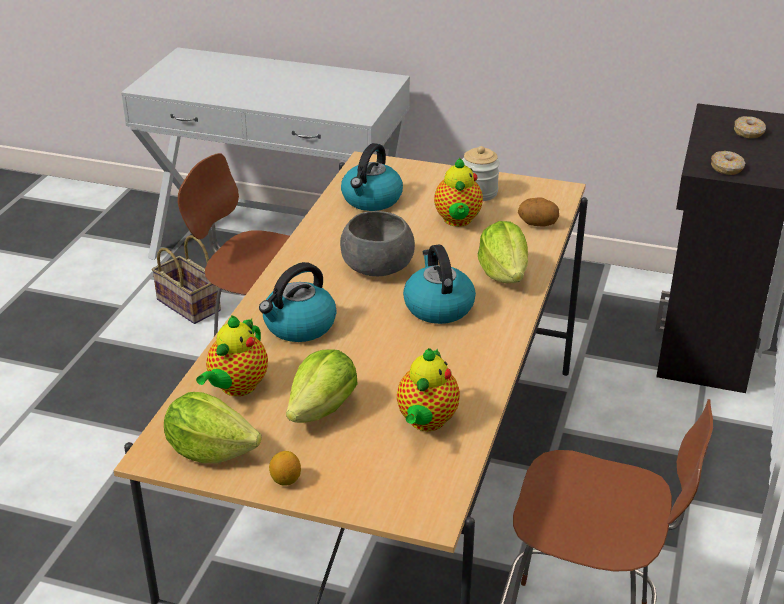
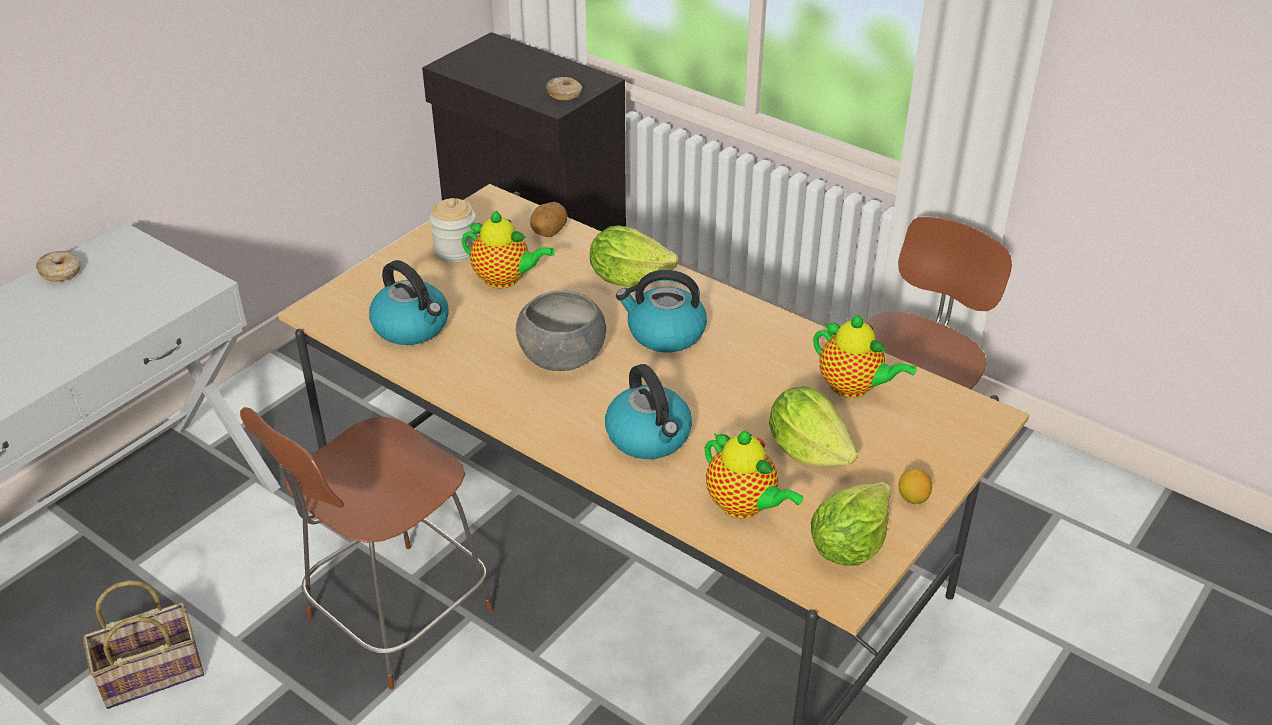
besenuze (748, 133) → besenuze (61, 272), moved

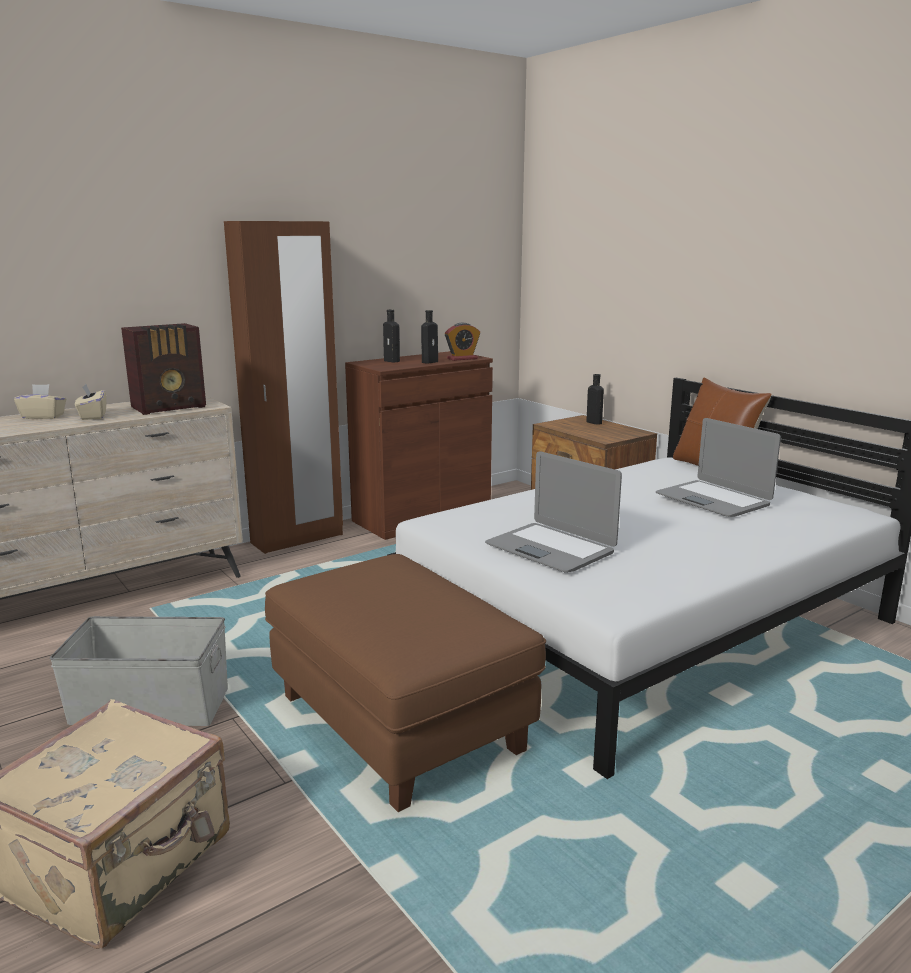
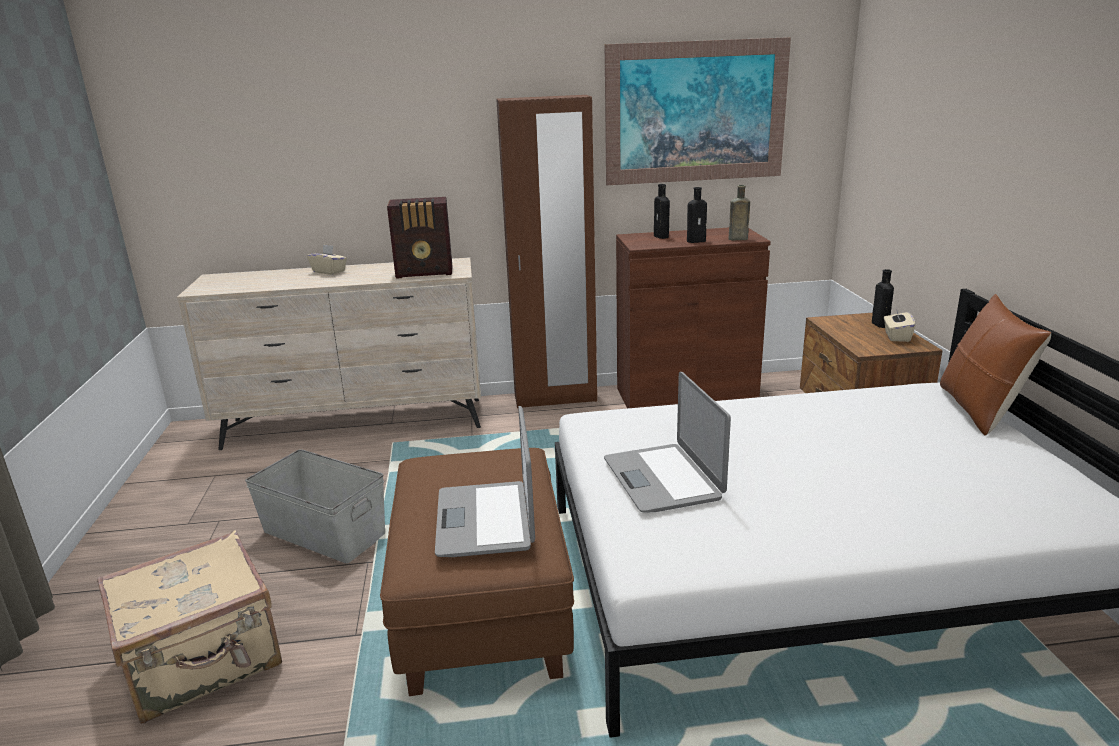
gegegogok (713, 500) → gegegogok (486, 520), moved
- → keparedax (695, 112)
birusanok (462, 358) → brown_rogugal (736, 239)
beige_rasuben (93, 416) → beige_rasuben (896, 336), moved

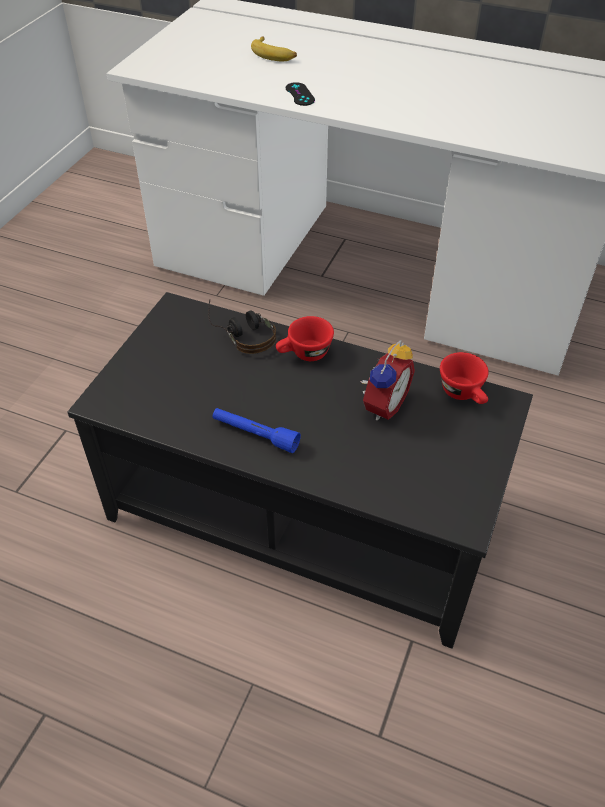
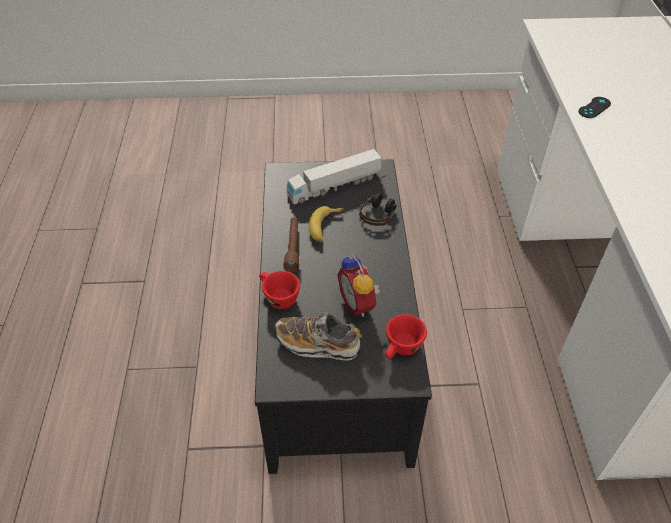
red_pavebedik (304, 354) → red_pavebedik (278, 297), moved
- → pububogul (317, 344)
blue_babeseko (255, 434) → brown_babeseko (293, 248)
- → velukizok (334, 186)
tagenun (274, 55) → tagenun (324, 228), moved
birusanok (382, 405) → birusanok (359, 303), 60 degrees clockwise

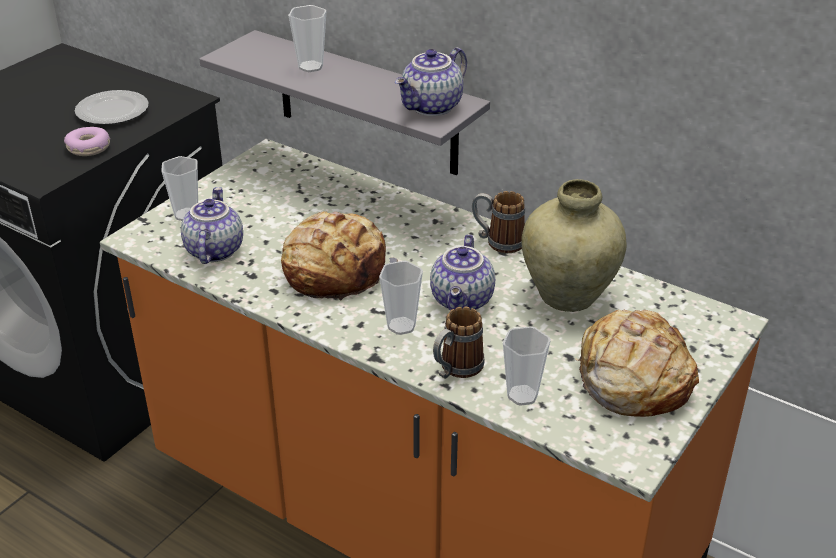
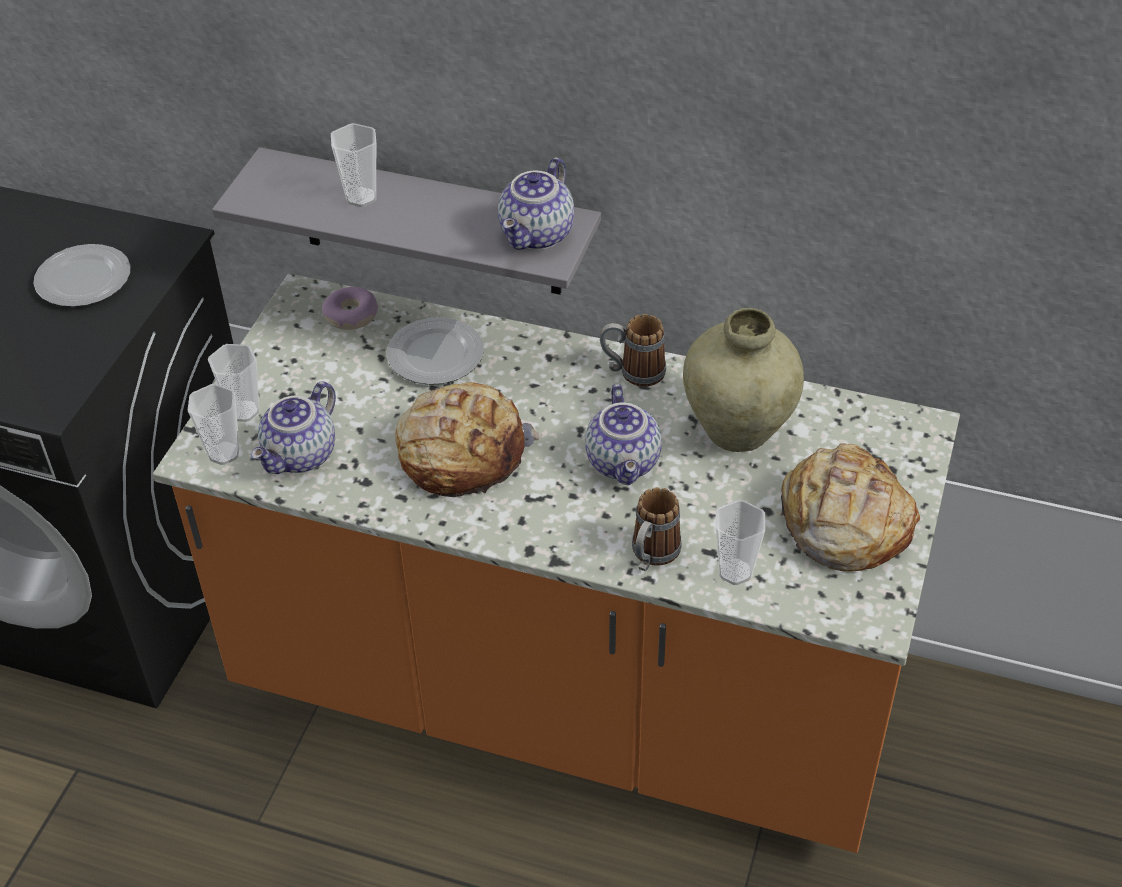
pavebedik (401, 326) → pavebedik (224, 453), moved
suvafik (213, 250) → suvafik (301, 456), 135 degrees counterclockwise
besenuze (89, 148) → besenuze (351, 315), moved
- → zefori (435, 356)

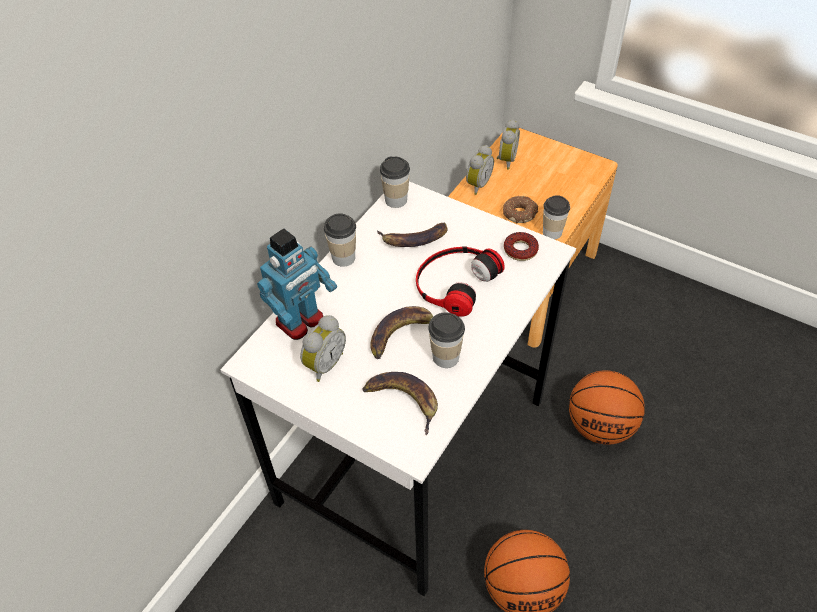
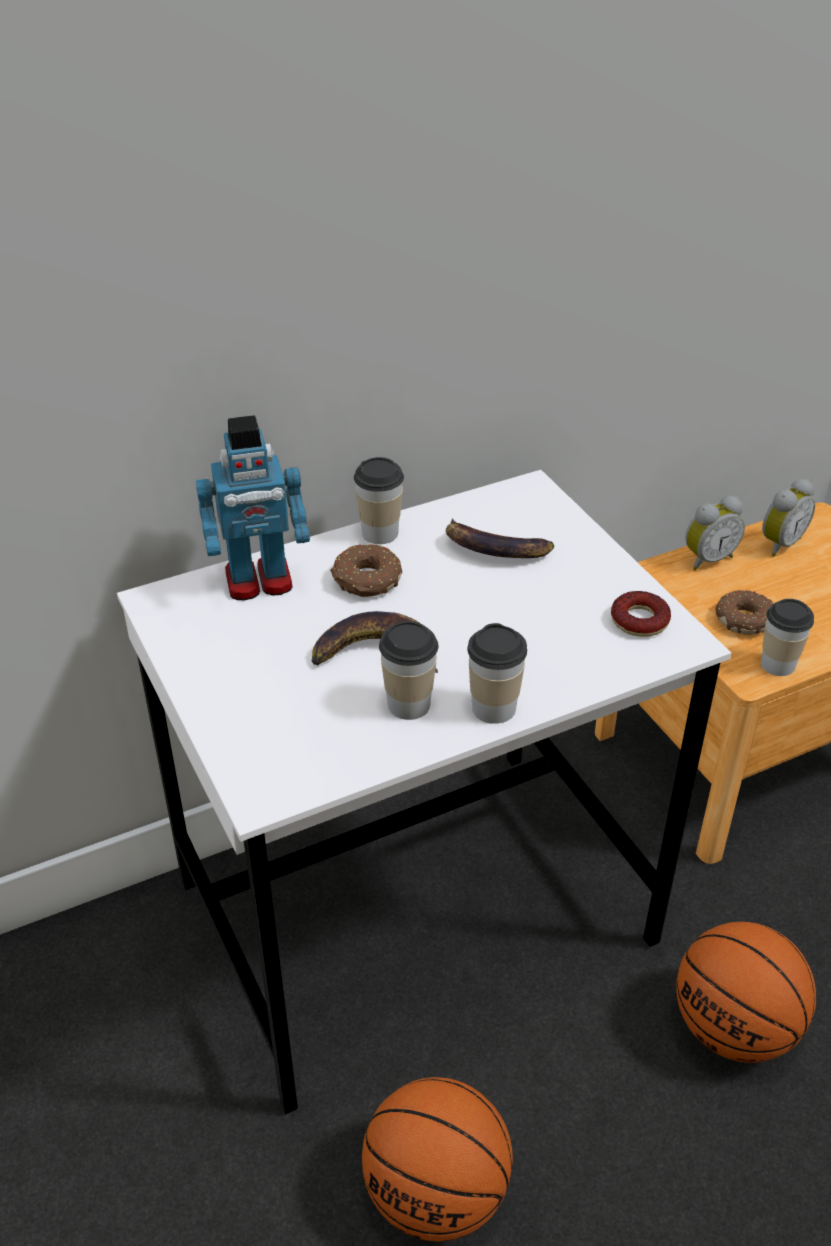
- → besenuze (366, 581)
pavebedik (396, 200) → pavebedik (493, 708), moved
birusanok (324, 364) → -
tagenun (404, 400) → -
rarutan (454, 282) → -

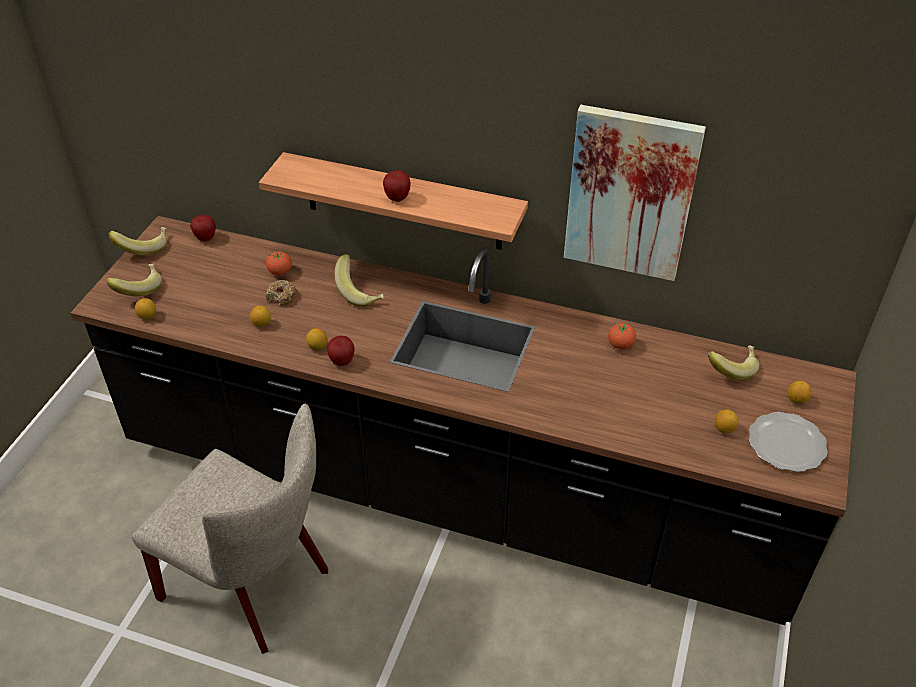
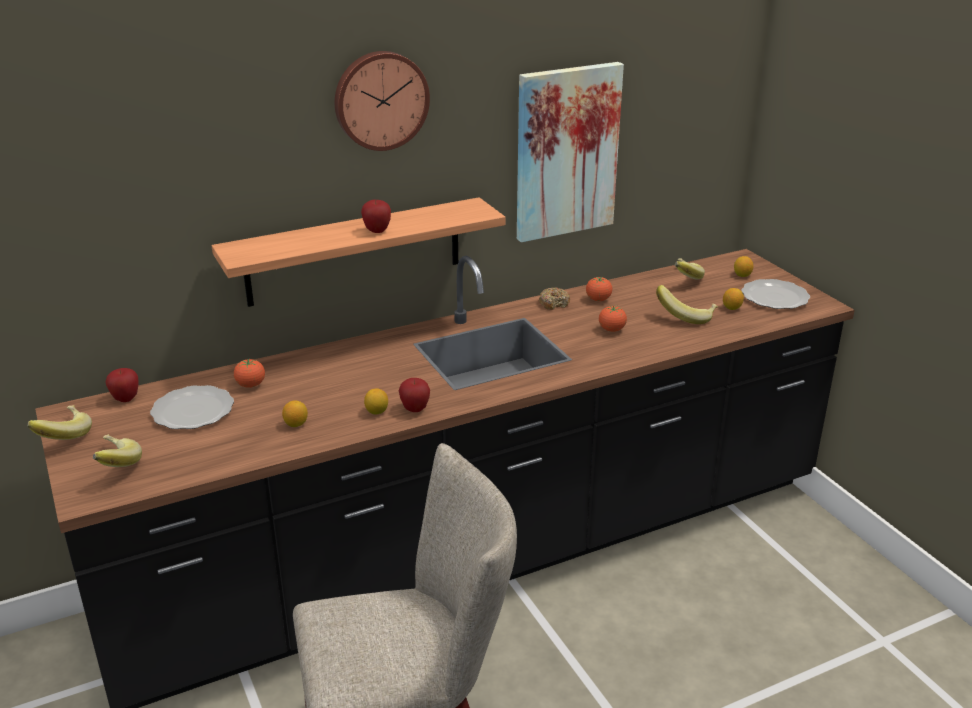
- → zefori (191, 411)
- → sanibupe (380, 100)
besenuze (281, 296) → besenuze (554, 303), moved
- → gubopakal (611, 330)
tagenun (360, 292) → tagenun (686, 316), moved
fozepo (147, 316) → -

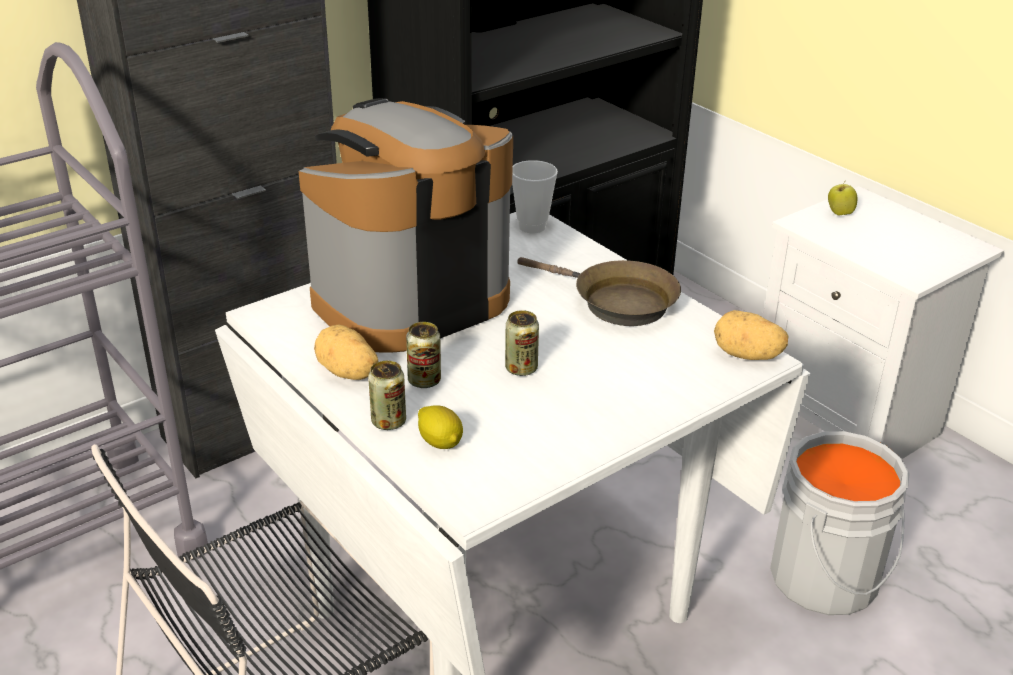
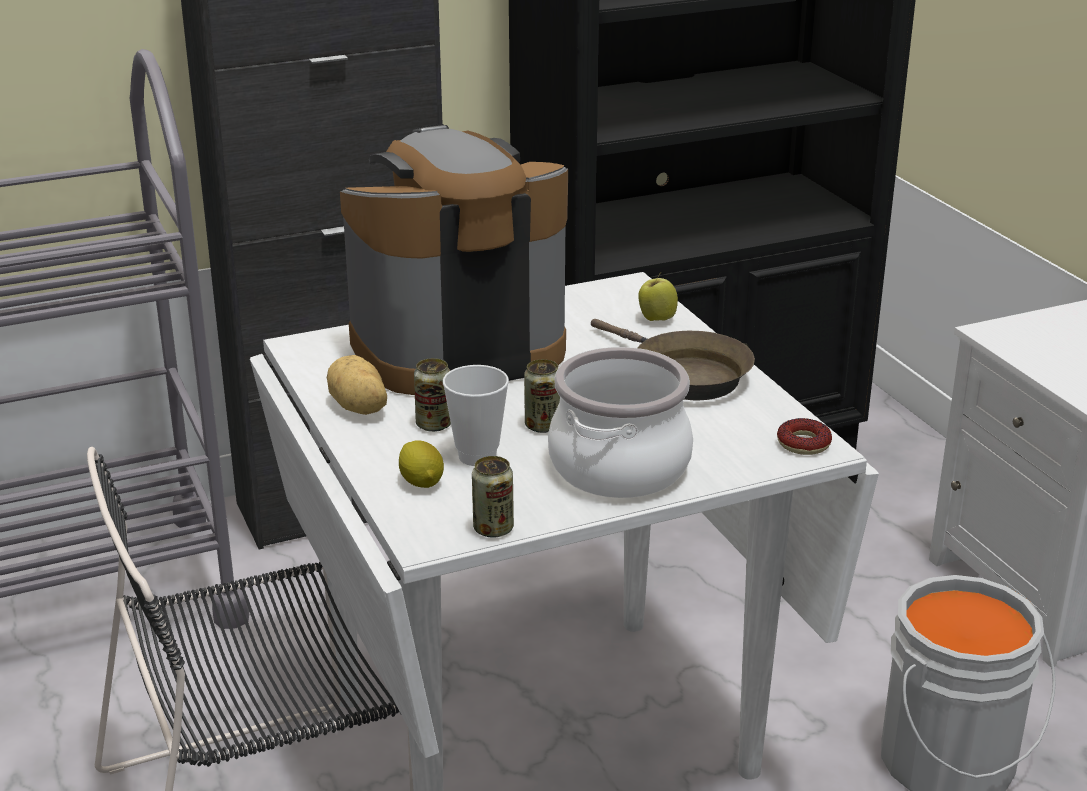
pavebedik (532, 227) → pavebedik (477, 456), moved
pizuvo (388, 422) → pizuvo (493, 529), moved
- → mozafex (621, 467)
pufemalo (839, 213) → pufemalo (656, 319), moved
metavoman (747, 356) → besenuze (803, 443)

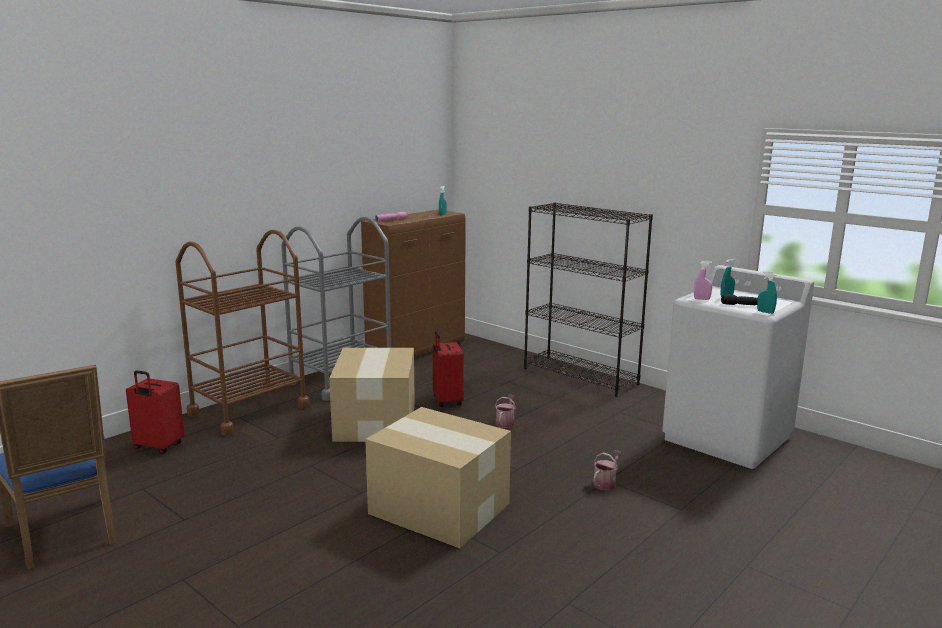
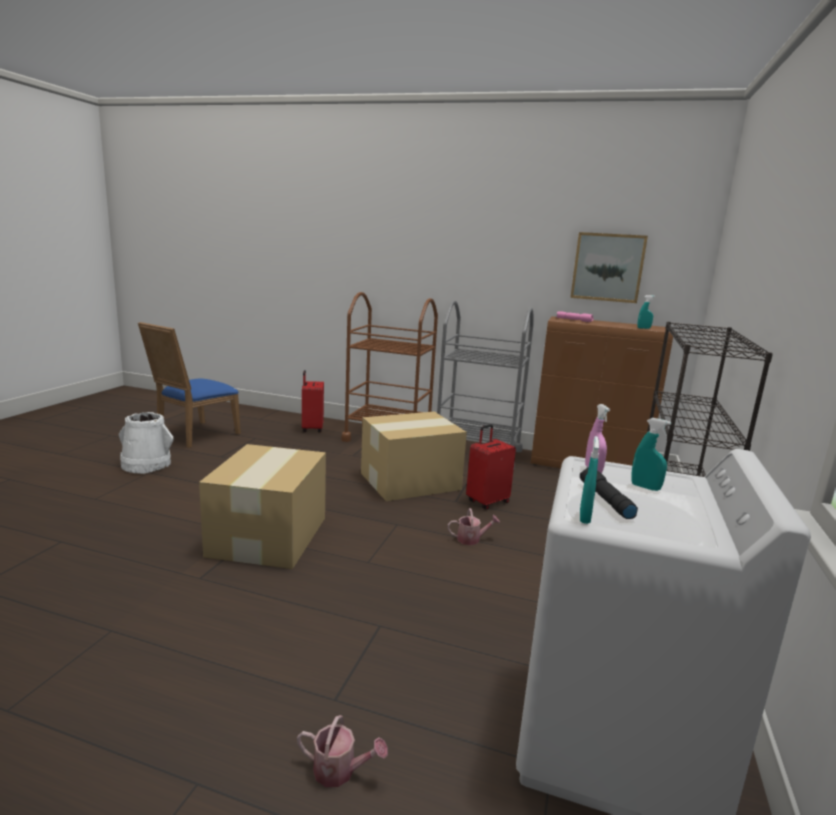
- → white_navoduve (146, 465)
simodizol (606, 482) → simodizol (340, 771), moved
- → keparedax (607, 267)

